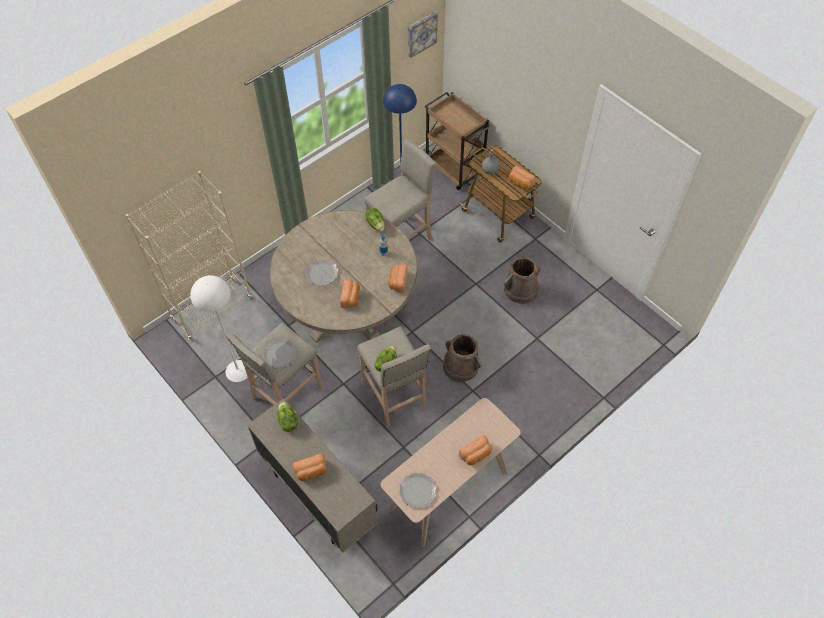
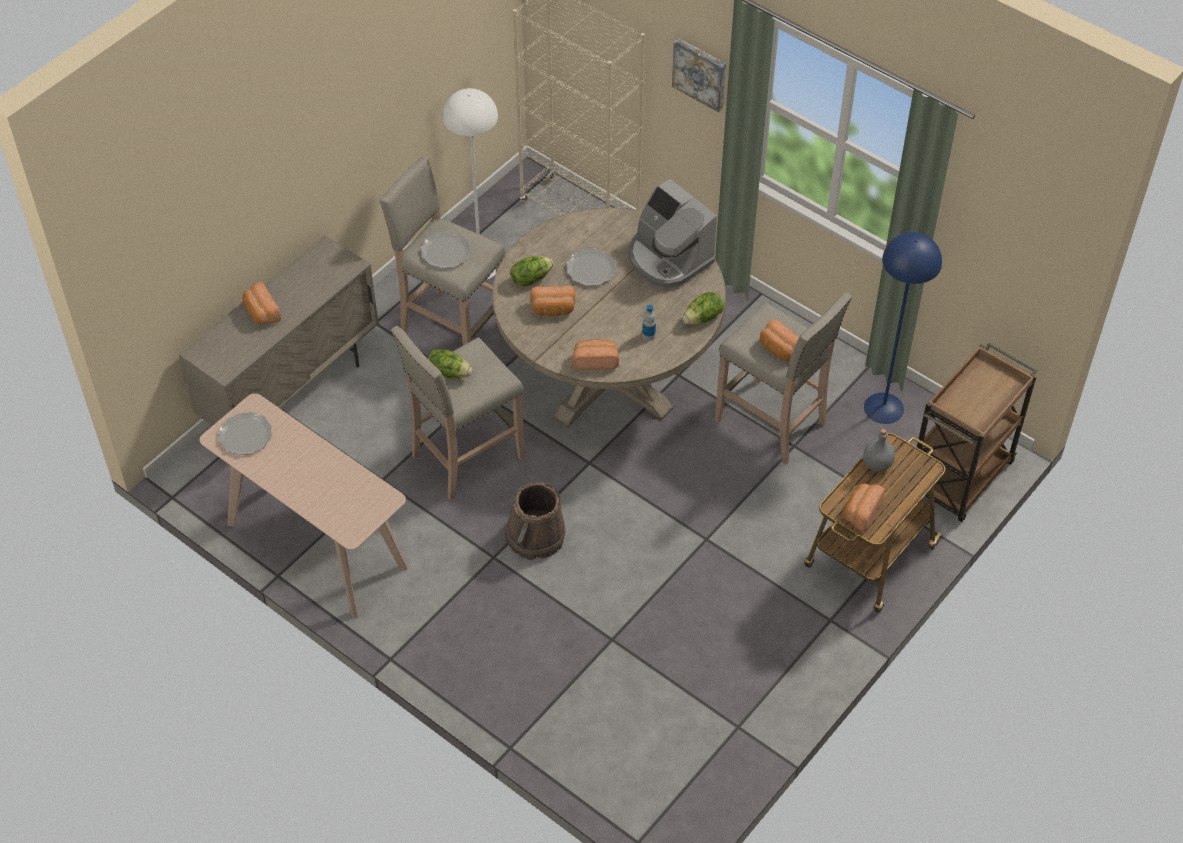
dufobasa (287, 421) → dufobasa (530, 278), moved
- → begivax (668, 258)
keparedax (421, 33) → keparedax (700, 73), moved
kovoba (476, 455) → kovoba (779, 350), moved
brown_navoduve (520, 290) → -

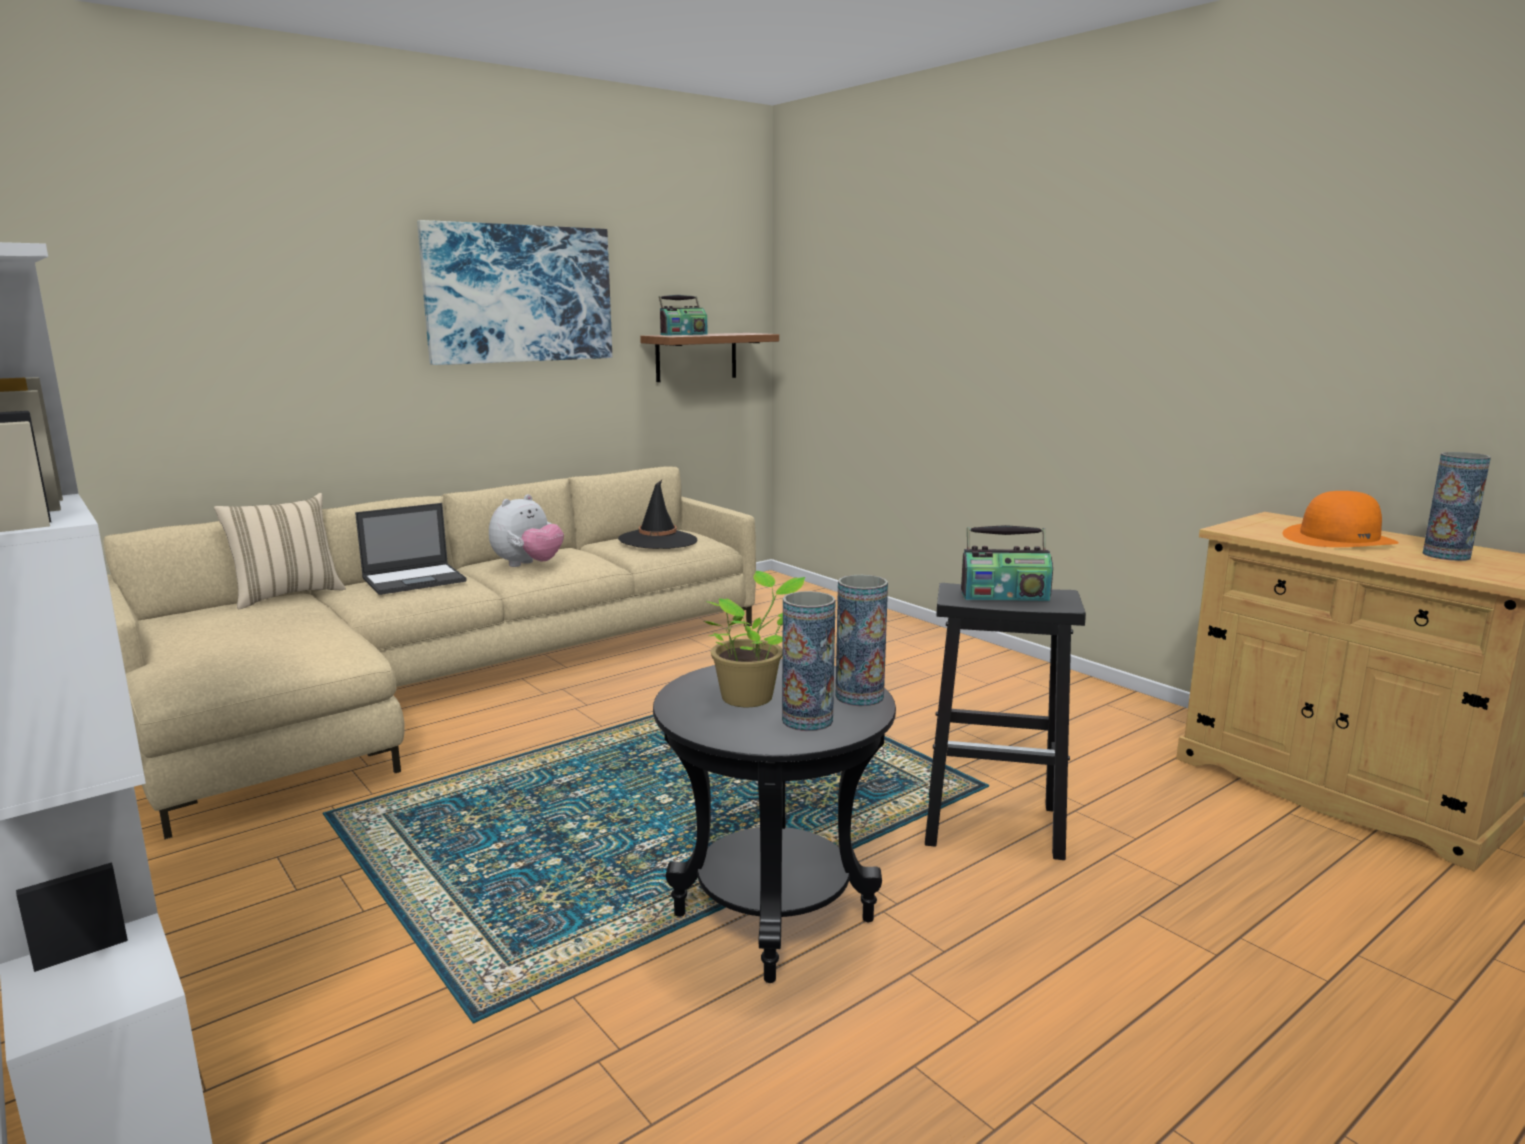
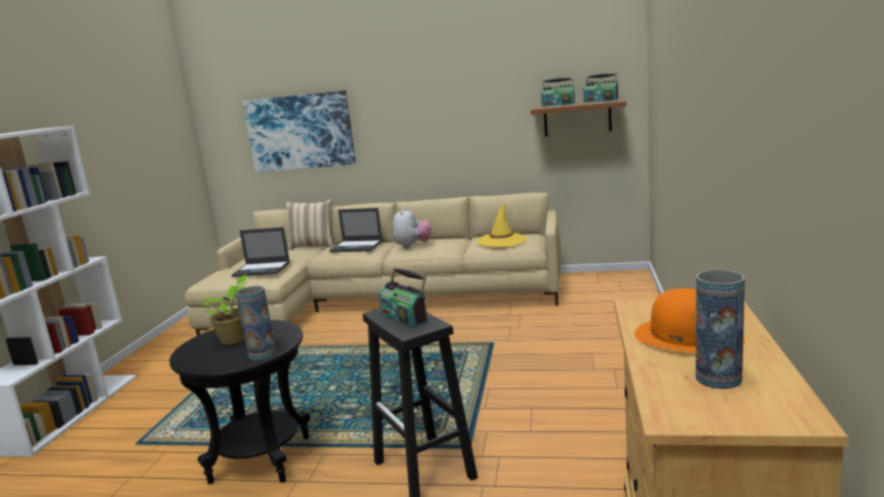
- → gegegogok (262, 269)
keparedax (519, 294) → keparedax (300, 132), moved
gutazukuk (528, 565) → gutazukuk (412, 246), 75 degrees counterclockwise
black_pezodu (658, 540) → yellow_pezodu (502, 240)
- → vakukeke (601, 101)
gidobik (807, 720) → -

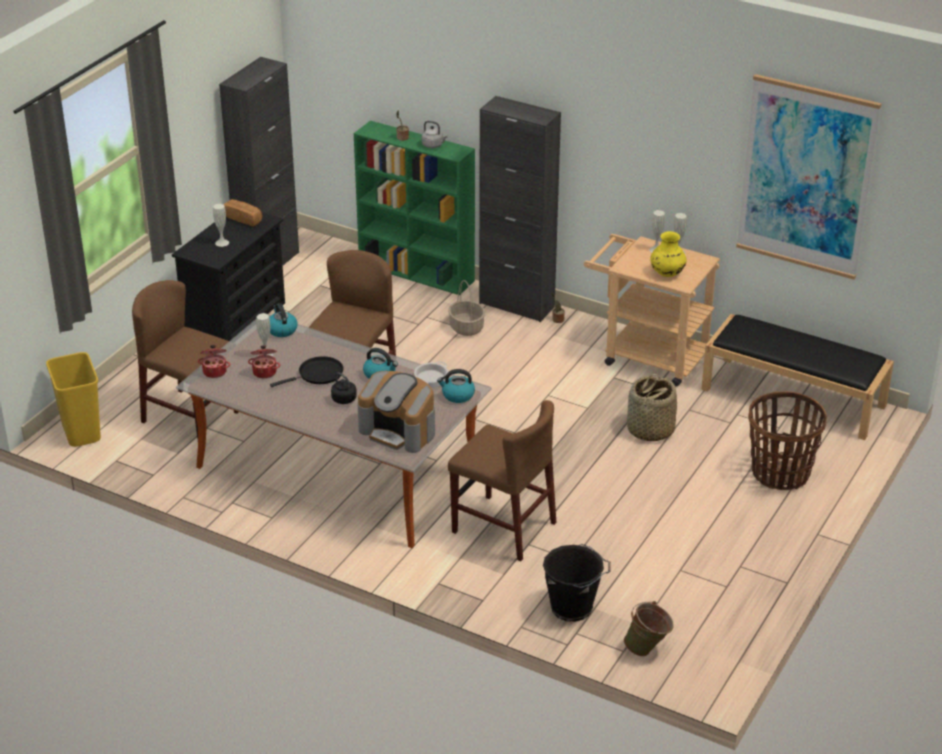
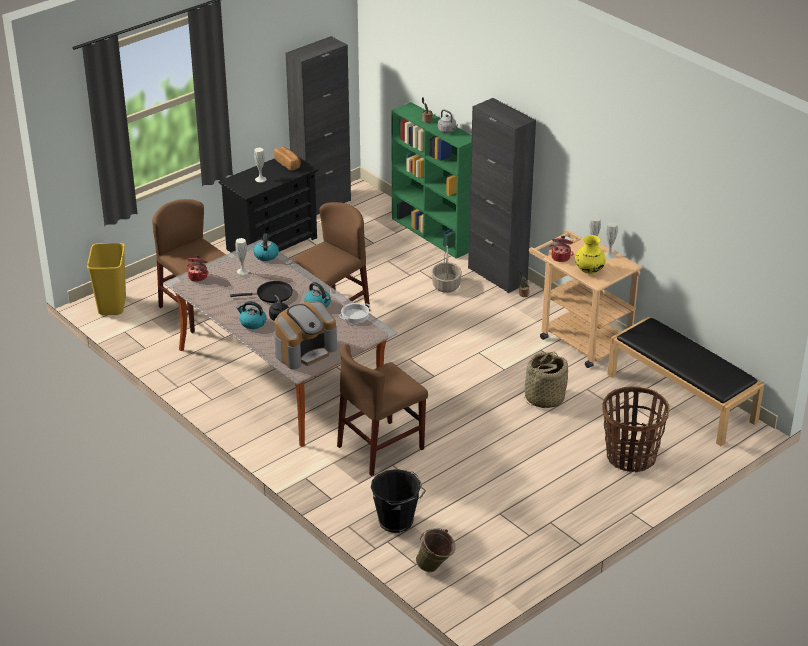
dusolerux (457, 395) → dusolerux (252, 323), moved
begivax (399, 431) → begivax (305, 350), 90 degrees counterclockwise
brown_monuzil (503, 527) → brown_monuzil (380, 447), 90 degrees clockwise
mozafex (265, 372) → mozafex (561, 257), moved
keparedax (806, 177) → -

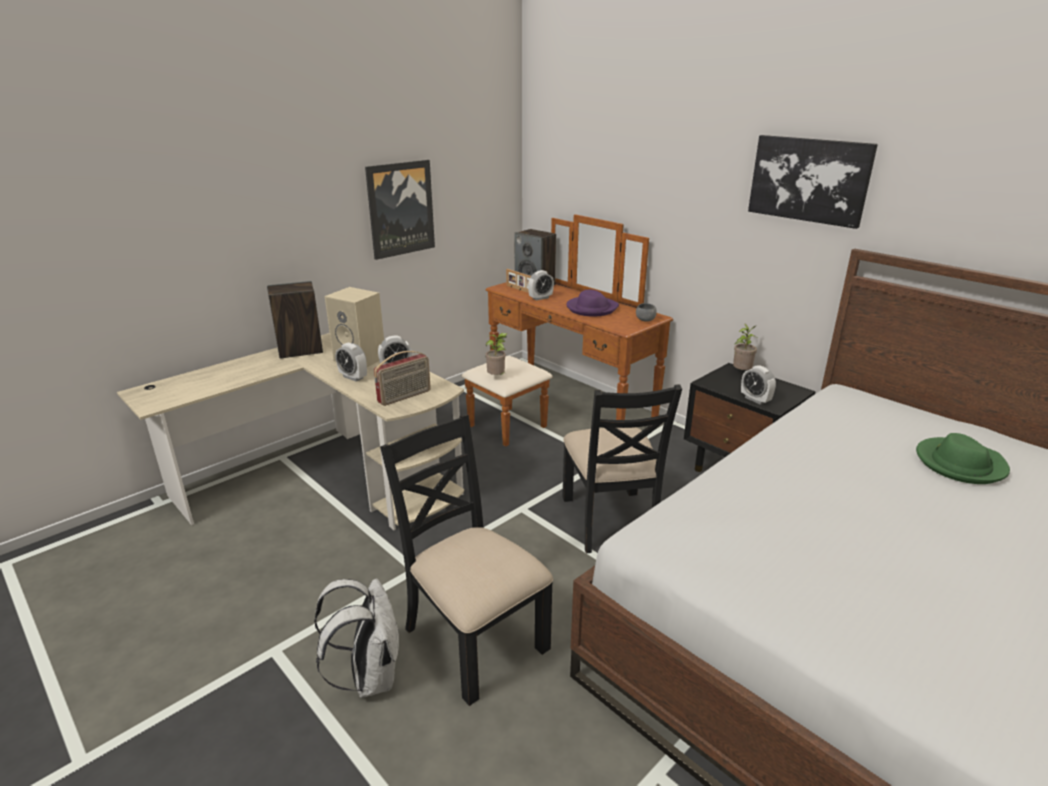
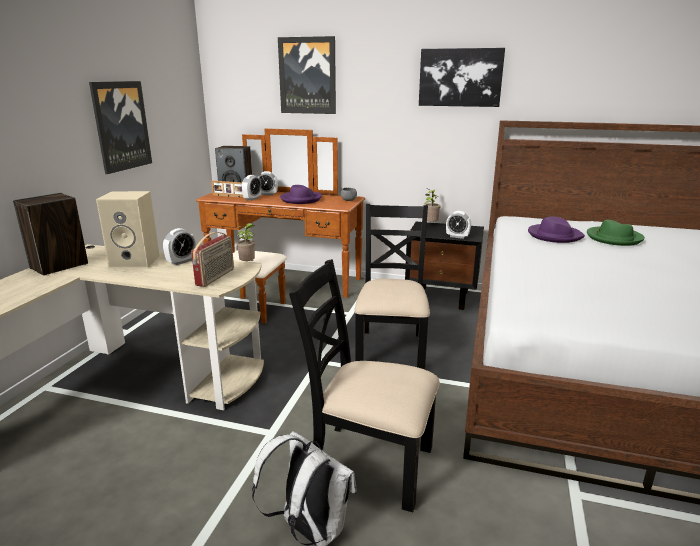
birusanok (353, 377) → birusanok (267, 194), moved
- → keparedax (307, 76)
black_monuzil (610, 520) → black_monuzil (391, 349), 135 degrees counterclockwise
- → purple_pezodu (554, 235)

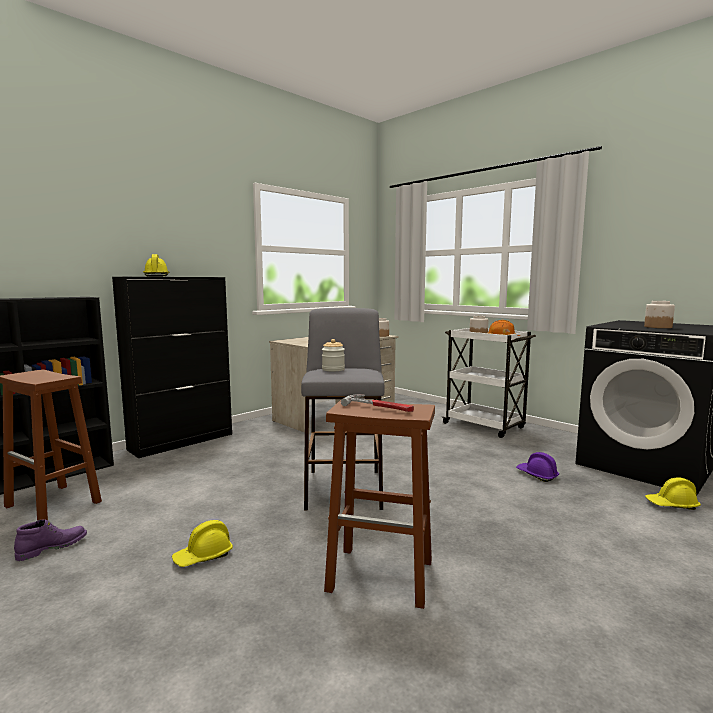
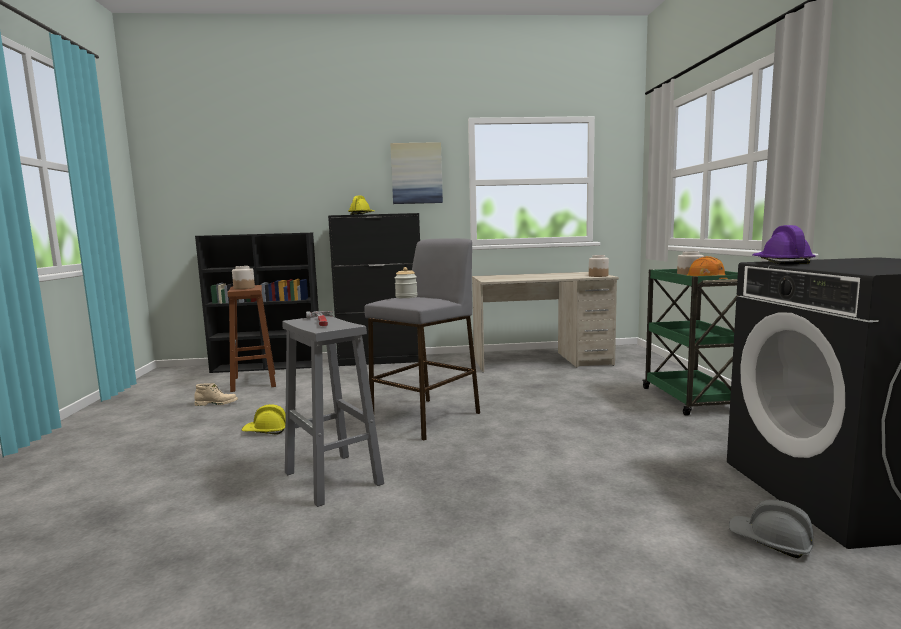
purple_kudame (52, 547) → beige_kudame (217, 404)
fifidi (657, 327) → fifidi (244, 288), moved
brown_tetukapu (382, 575) → grey_tetukapu (334, 479)
- → keparedax (416, 173)
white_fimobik (485, 426) → green_fimobik (692, 400)
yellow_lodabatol (672, 505) → grey_lodabatol (770, 541)
purple_lodabatol (537, 475) → purple_lodabatol (780, 262), moved

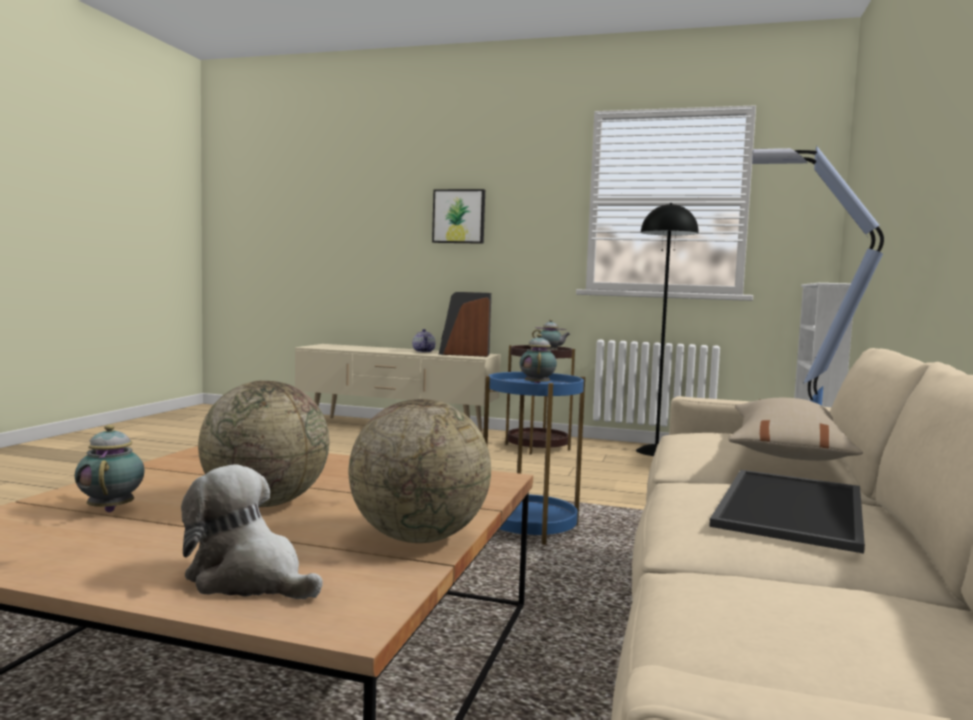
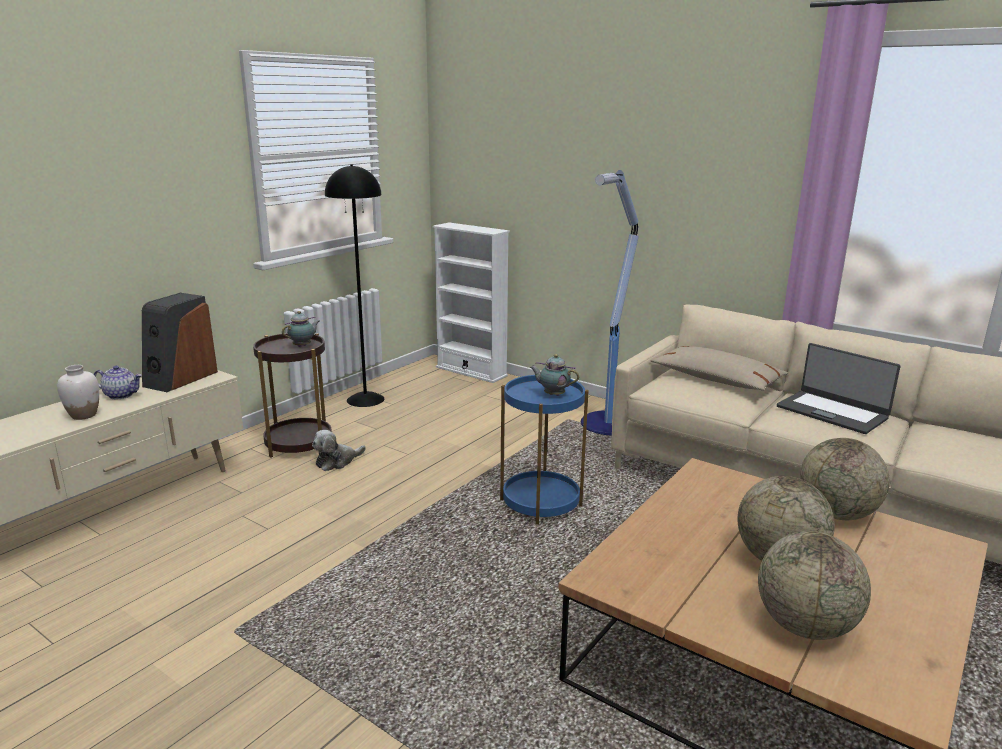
- → white_gidobik (83, 415)
gutazukuk (249, 579) → gutazukuk (337, 461), moved
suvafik (112, 509) → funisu (805, 626)
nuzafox (795, 509) → gegegogok (832, 412)
keparedax (459, 216) → -

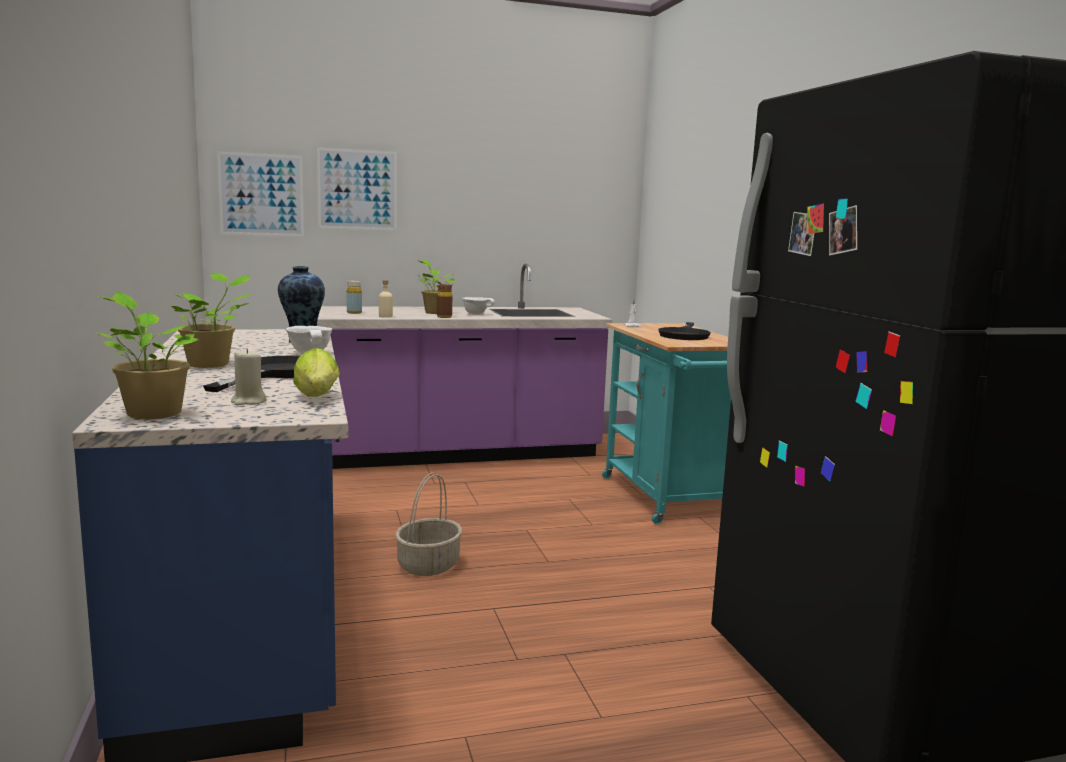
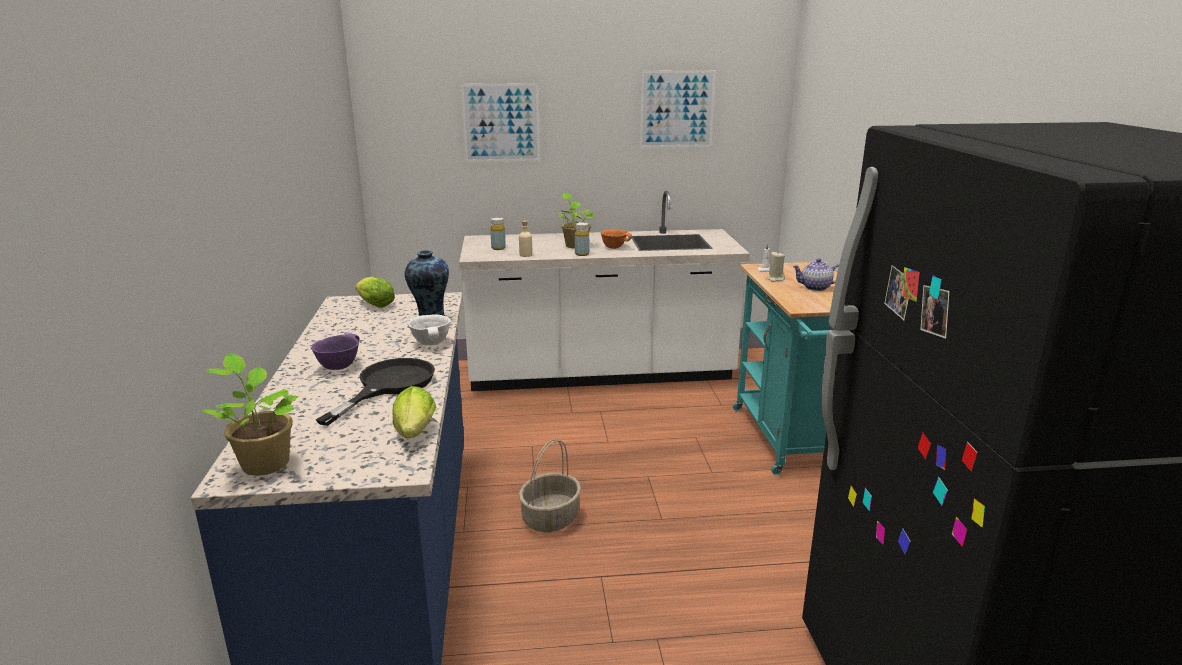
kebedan (211, 364) → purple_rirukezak (338, 366)
- → dufobasa (373, 305)
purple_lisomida (459, 454) → white_lisomida (600, 374)
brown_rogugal (444, 317) → yellow_rogugal (582, 254)
white_rirukezak (476, 314) → orange_rirukezak (614, 247)
keparedax (261, 194) → keparedax (677, 109), moved
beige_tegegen (248, 402) → beige_tegegen (775, 279), moved
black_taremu (684, 335) → suvafik (815, 287)

